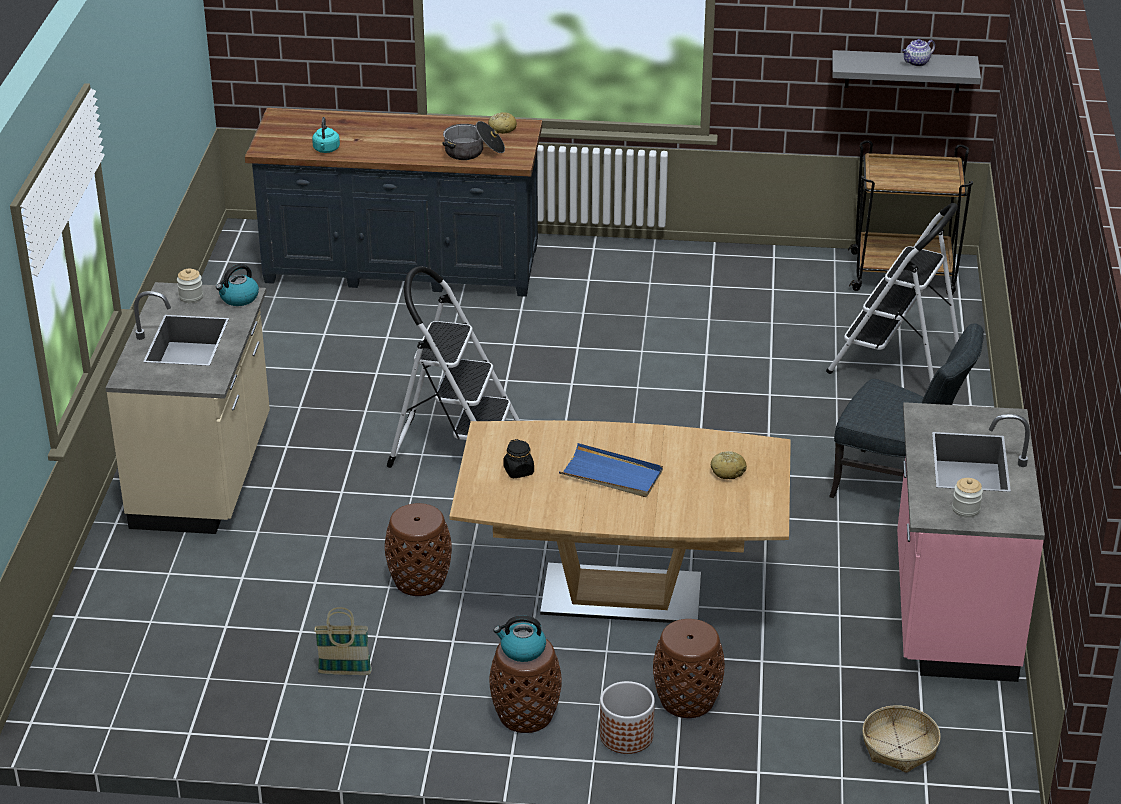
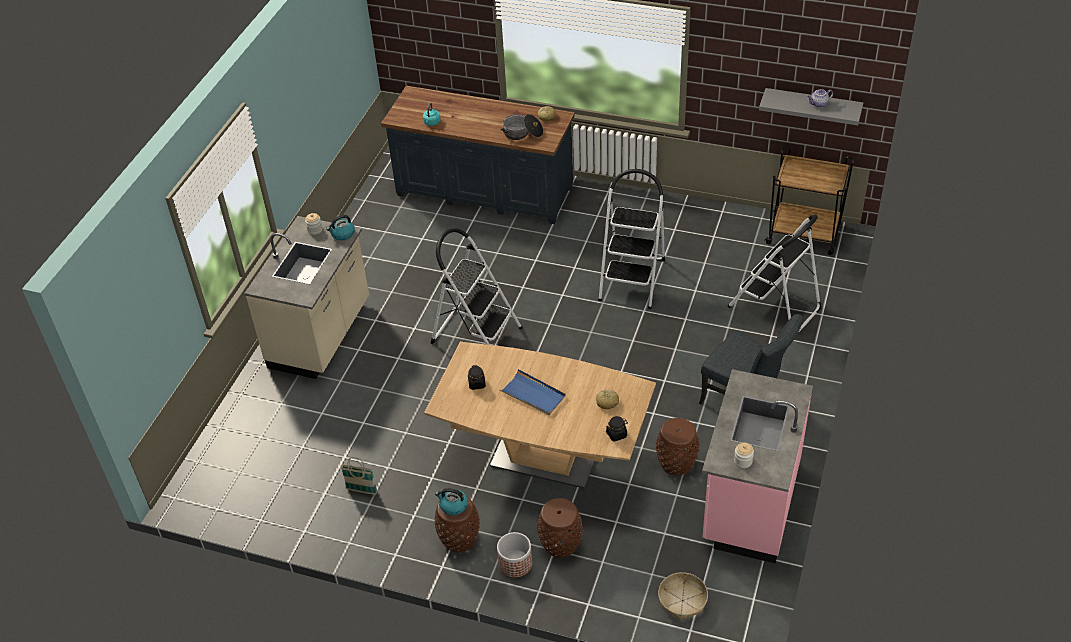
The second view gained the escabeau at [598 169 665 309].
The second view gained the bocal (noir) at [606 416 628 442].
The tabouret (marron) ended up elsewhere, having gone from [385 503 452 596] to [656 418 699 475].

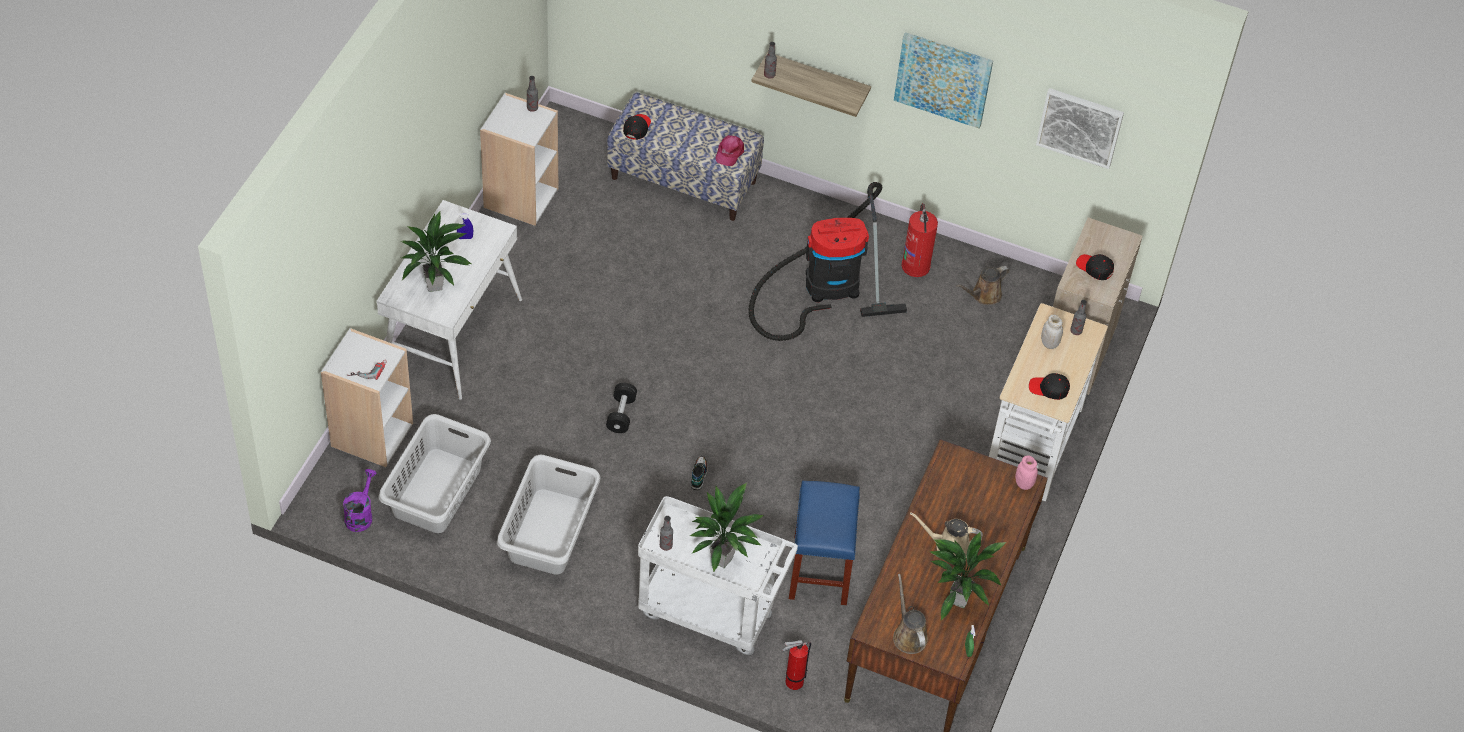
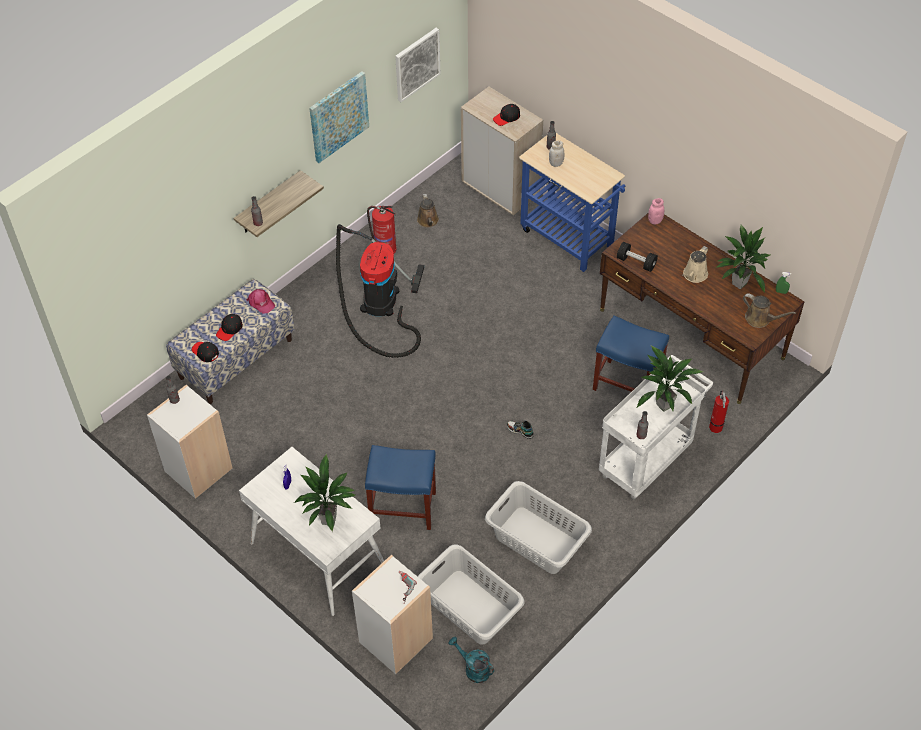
The second view gained the tabouret (bleu) at [365 445 436 530].
The haltère (noir) ended up elsewhere, having gone from [606 383 637 433] to [617 242 658 272].
The casquette (noir) ended up elsewhere, having gone from [1029 373 1070 400] to [216 314 243 341].
What was the arrosoir (violet) at [343 469 377 532] turned into the arrosoir (turquoise) at [449 637 494 683].
What was the chariot (blanc) at [989 303 1108 501] turned into the chariot (bleu) at [519 133 625 272].
The arrosoir (marron) at [893 574 928 654] ended up facing another way, 150 degrees counterclockwise from before.

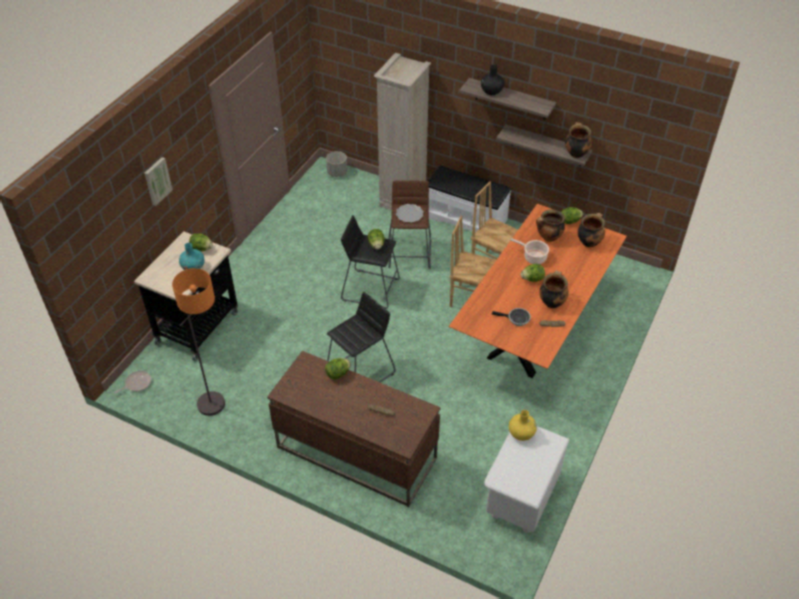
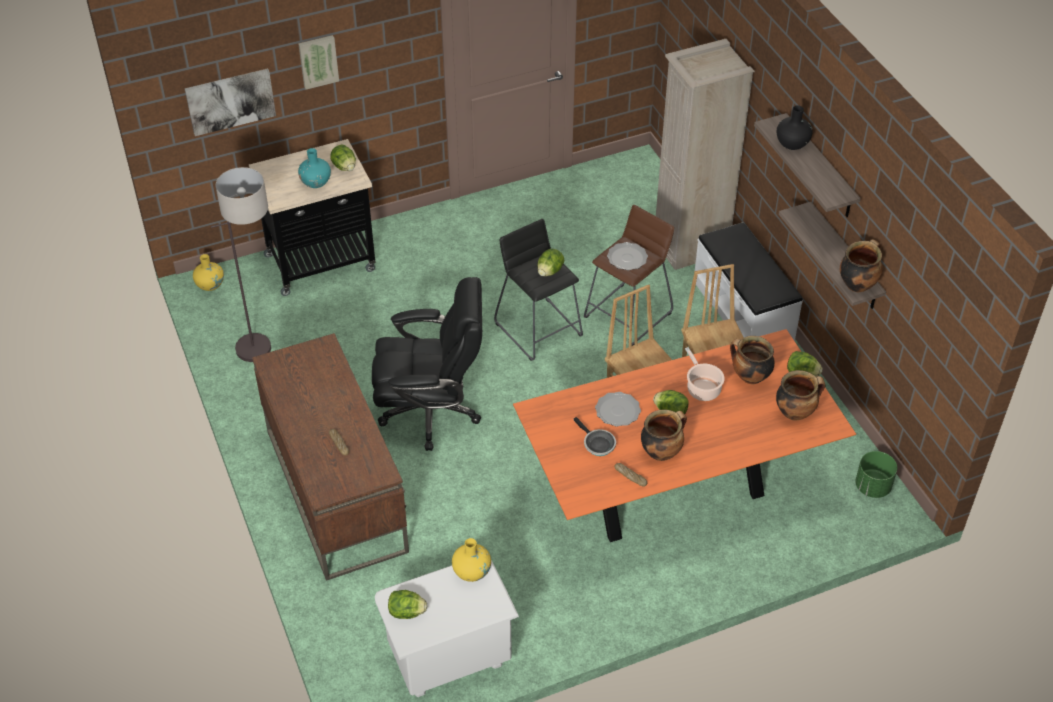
The second view lost the cache-pot (gris) at [326 151 347 177].
The second view gained the tableau at [185 68 276 136].
The second view gained the assiette at [595 392 641 427].
The second view gained the cache-pot (vert) at [855 451 897 498].
The laitue ended up elsewhere, having gone from [325 358 351 379] to [388 590 427 619].
Where the poêle stood at [114 371 151 393], the vase (jaune) came to stand at [193 254 224 291].
Where the tabouret (noir) stood at [327 292 396 383], the chaise de bureau (noir) came to stand at [372 277 482 451].
What was the lampadaire (orange) at [172 268 225 416] turned into the lampadaire (gris) at [211 167 271 362].

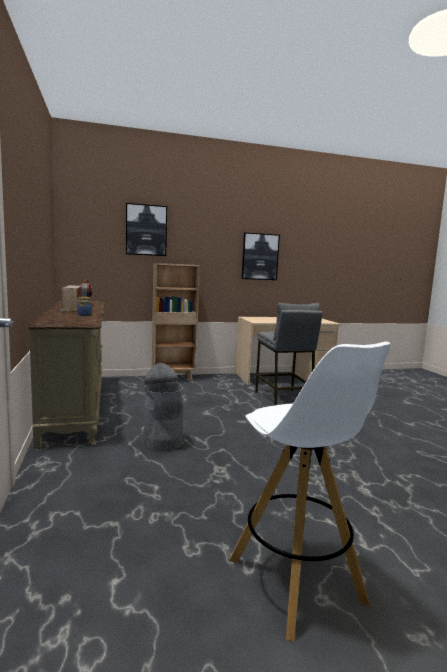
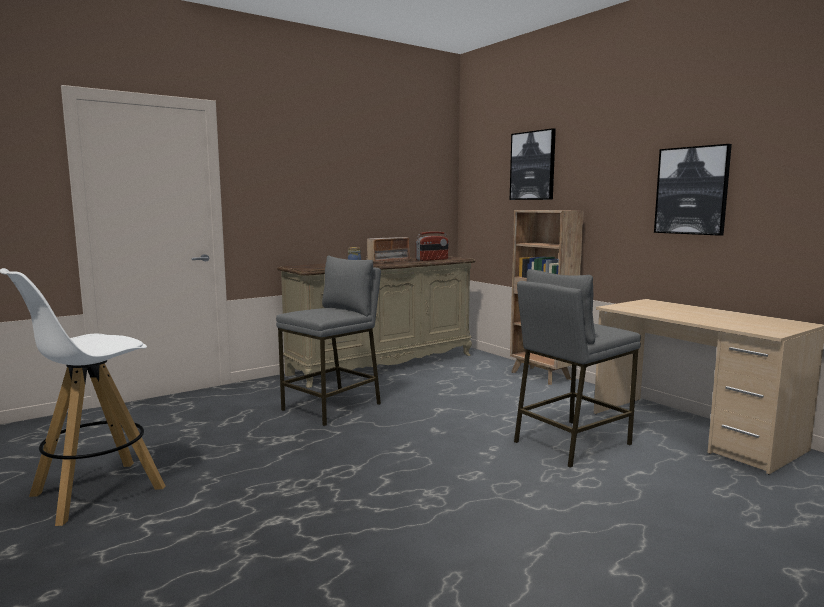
Where the poubelle (gris) stood at [144 363 184 451], the tabouret (gris) came to stand at [276 255 381 426].

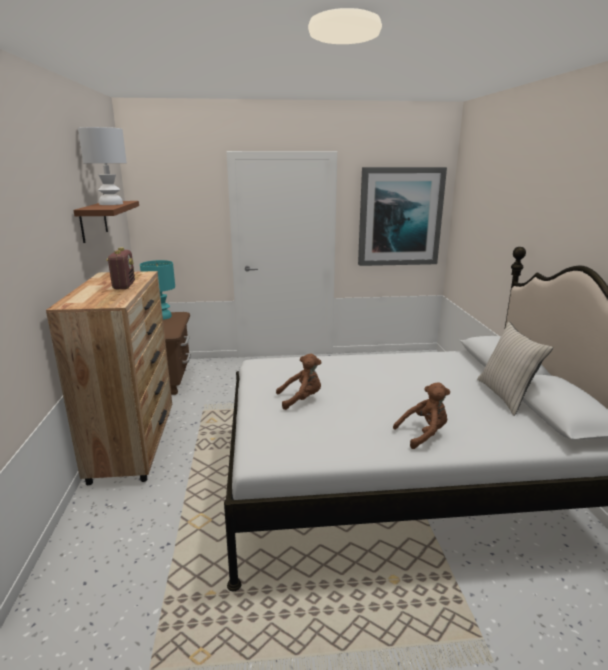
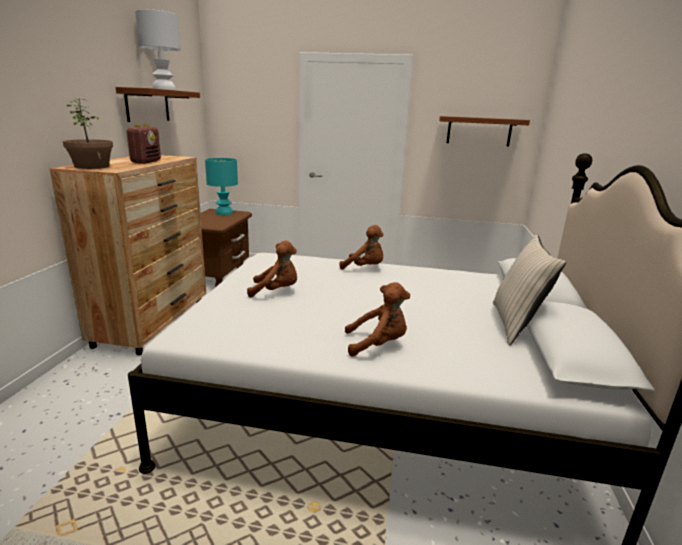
The second view gained the plante en pot at [63 98 113 169].
The second view gained the peluche (marron) at [339 225 384 270].
Where the tableau hung at [358 167 447 266], the étagère (marron) came to hang at [439 116 530 146].

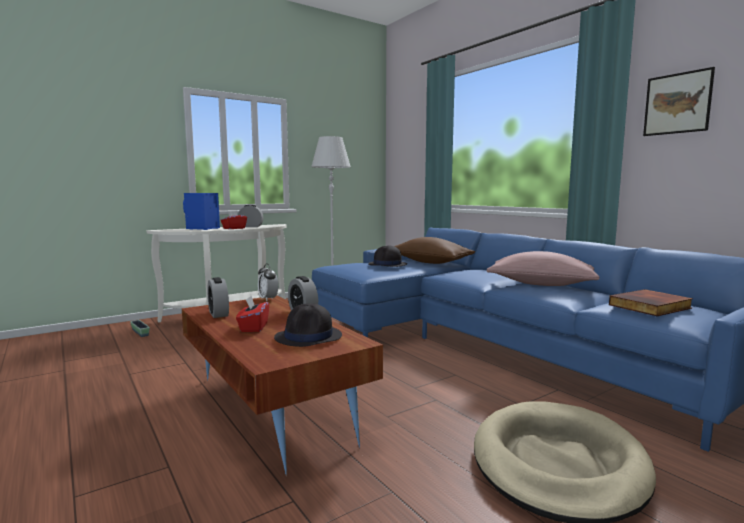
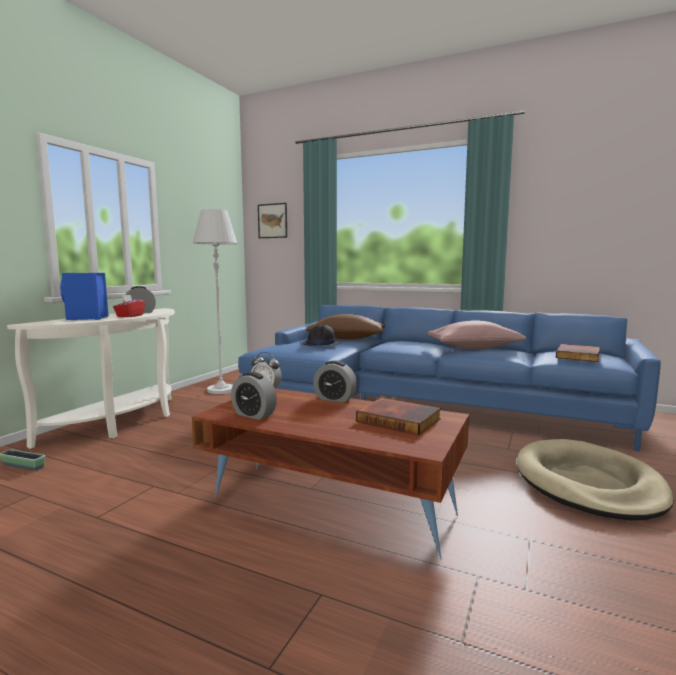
The second view lost the boîte à mouchoirs (rouge) at [236 296 269 332].
The tableau ended up elsewhere, having gone from [643 67 715 136] to [258 203 287 238].
Where the chapeau (noir) stood at [274 304 342 347], the livre came to stand at [356 398 441 435].

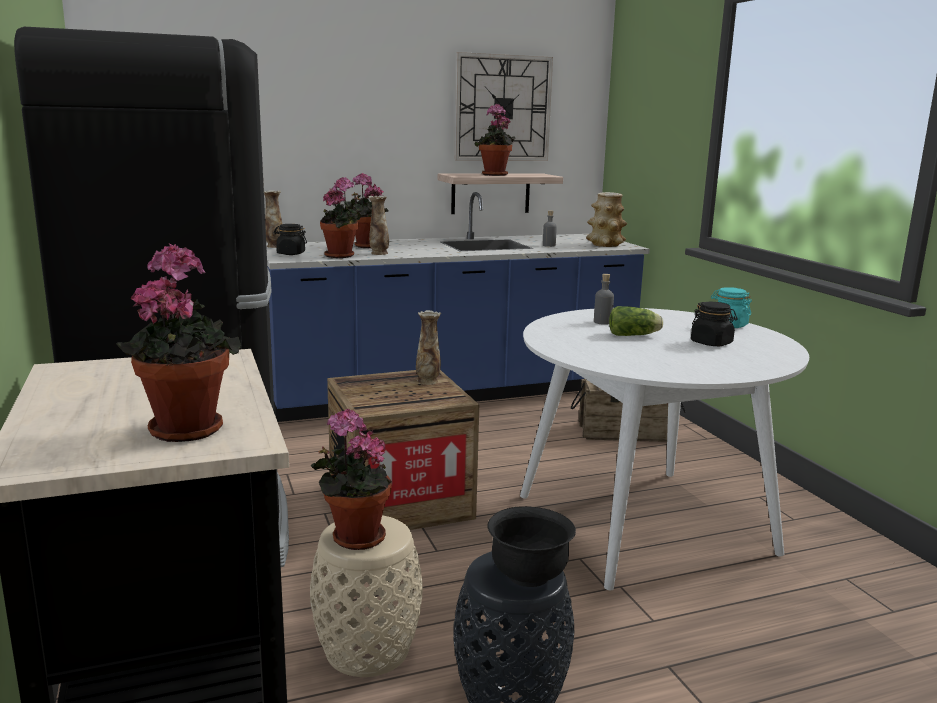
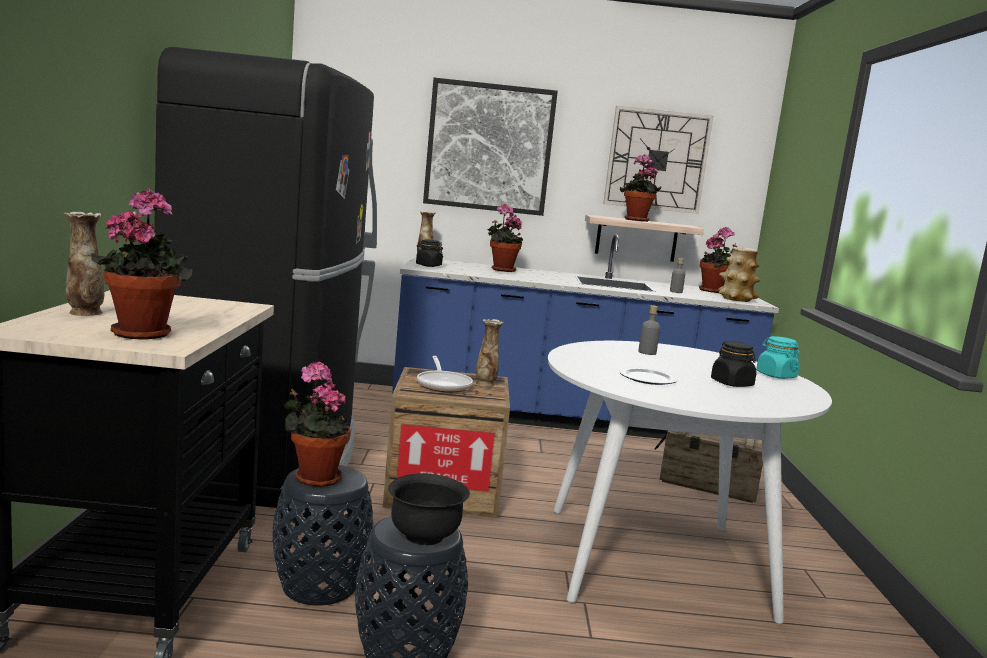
The second view lost the laitue at [609 306 663 336].
The second view gained the poêle at [417 356 473 392].
The second view gained the tableau at [423 78 558 216].
The second view gained the assiette at [619 367 677 385].
The plante en pot ended up elsewhere, having gone from [320 177 364 258] to [699 227 737 293].
The vase ended up elsewhere, having gone from [369 195 389 255] to [64 212 105 316].
What was the tabouret (beige) at [310 515 423 677] turned into the tabouret (noir) at [272 465 373 605].

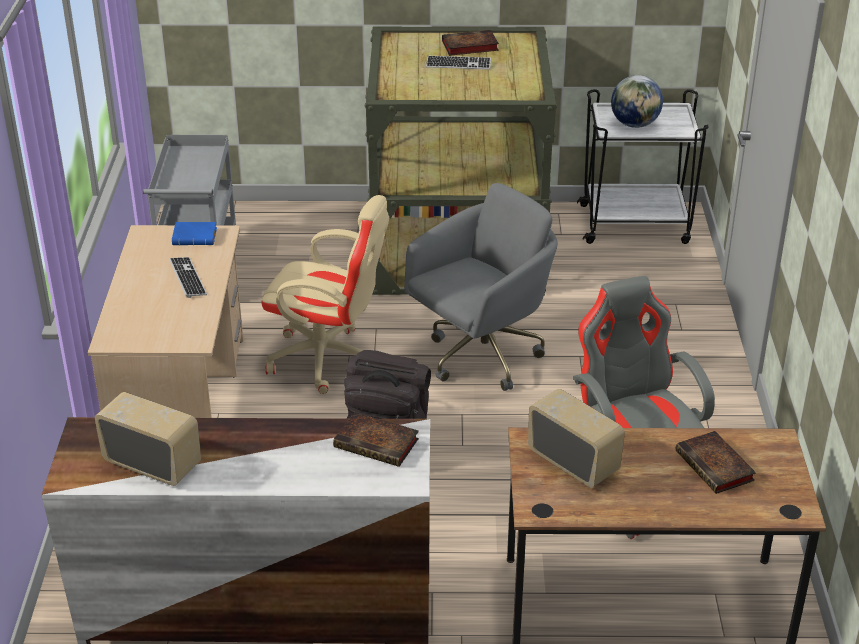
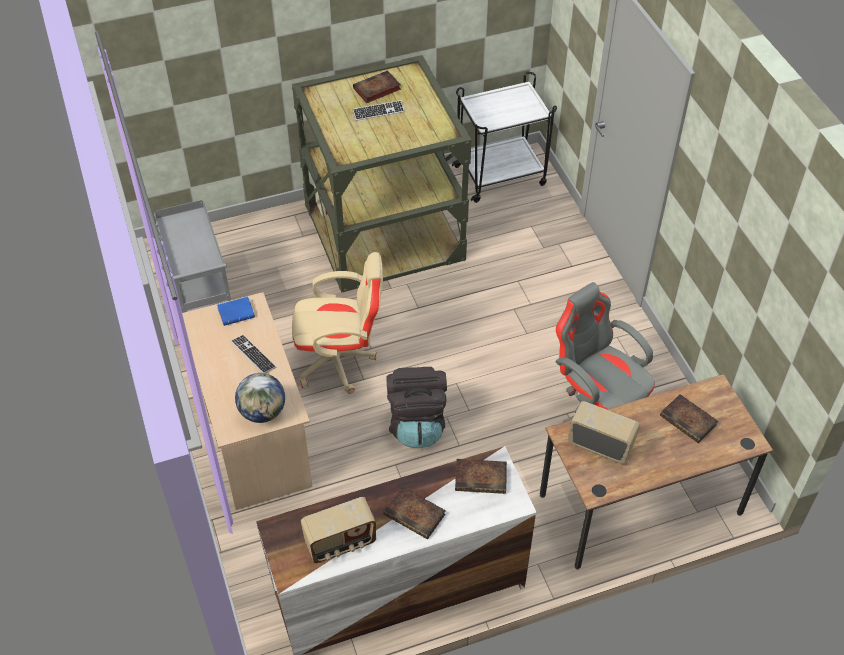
The second view lost the chaise de bureau (gris) at [404 183 558 391].
The second view gained the livre at [383 486 446 540].
The globe ended up elsewhere, having gone from [611 75 663 128] to [235 373 285 423].
The radio at [94 392 201 486] ended up facing another way, 150 degrees clockwise from before.

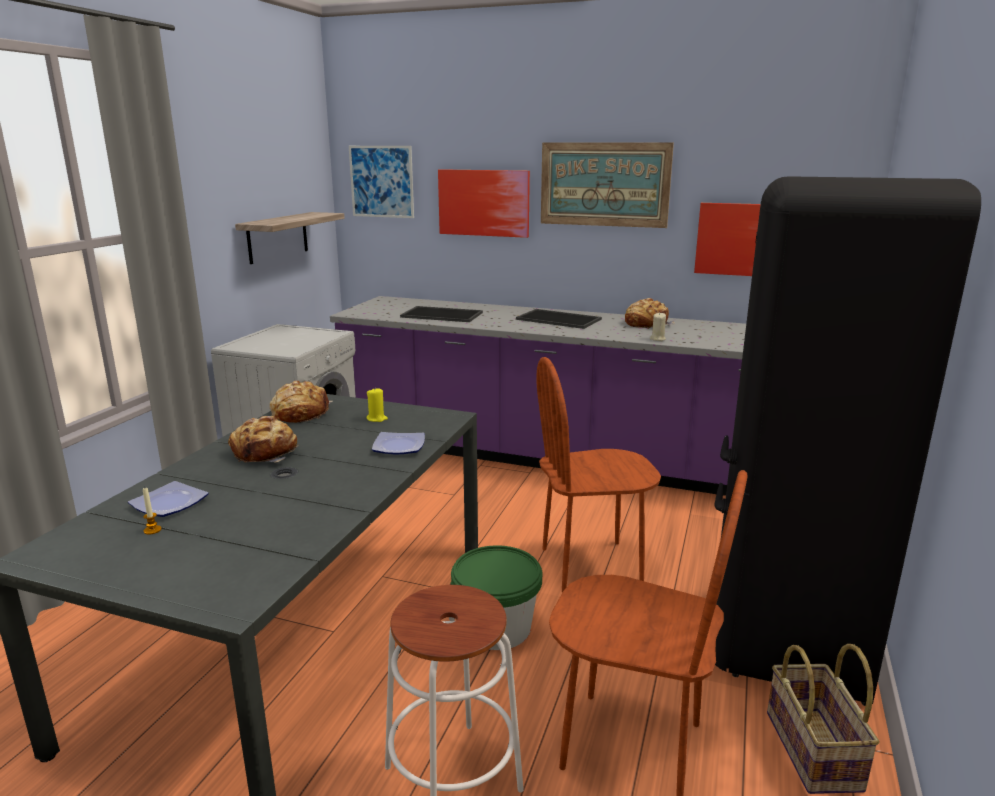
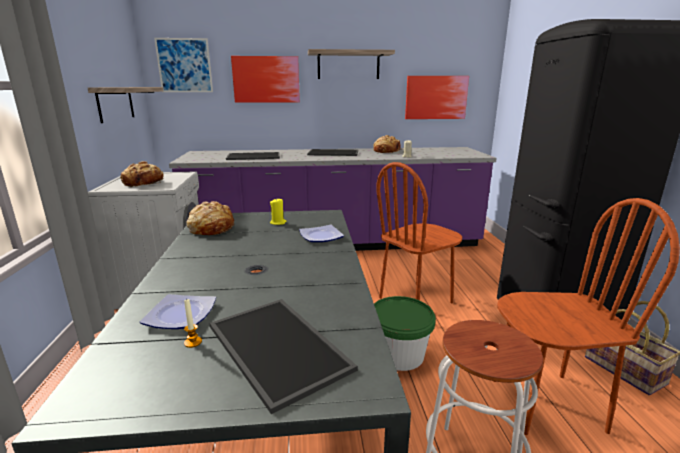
The second view gained the plateau at [209 299 358 414].
The pain ended up elsewhere, having gone from [228 416 298 462] to [120 161 164 187].
Where the tableau hung at [541 142 674 228], the étagère came to hang at [308 49 395 79].

